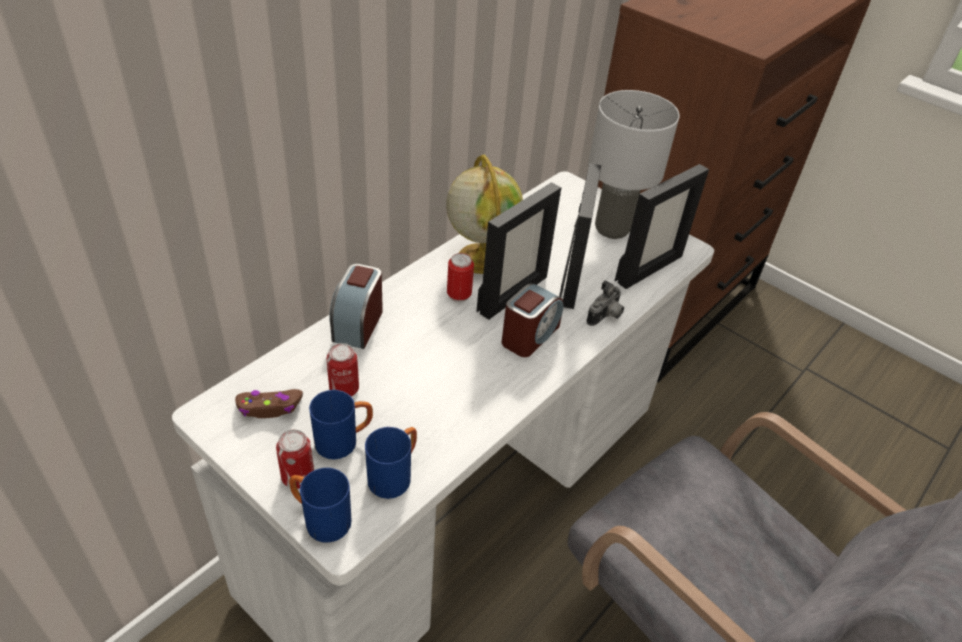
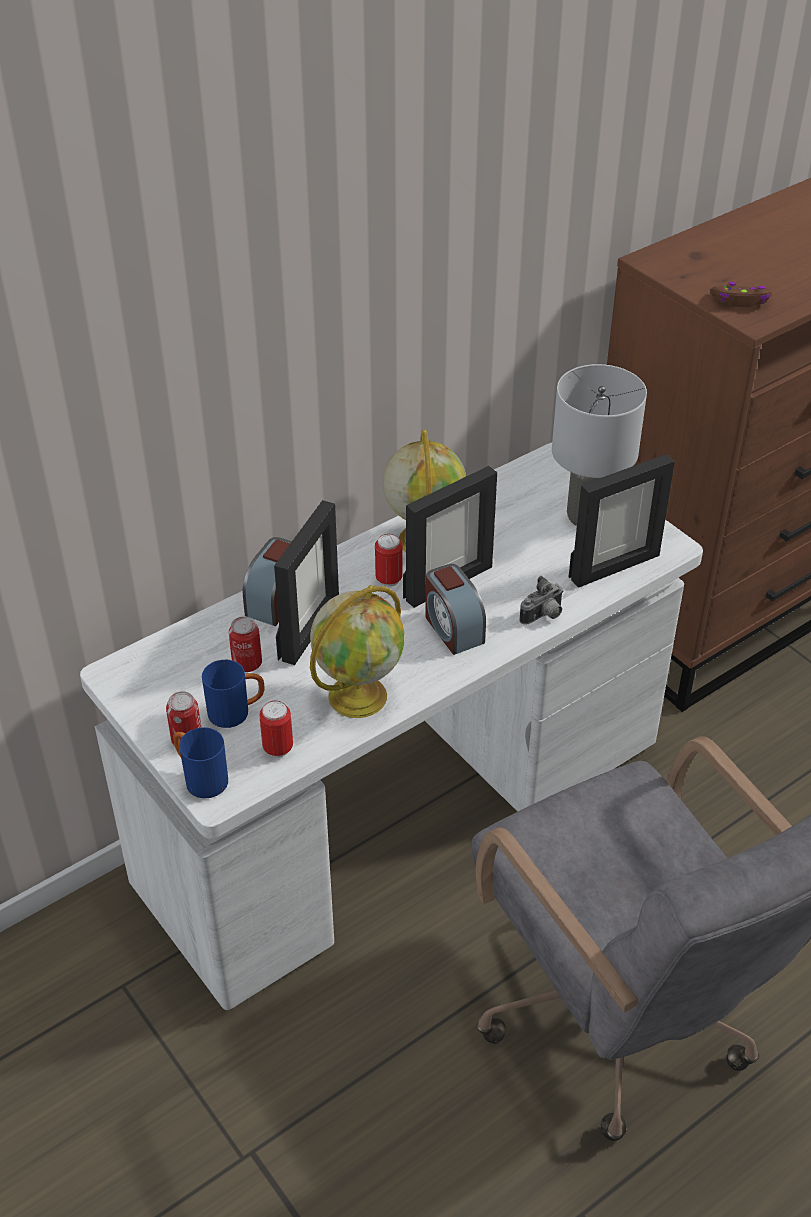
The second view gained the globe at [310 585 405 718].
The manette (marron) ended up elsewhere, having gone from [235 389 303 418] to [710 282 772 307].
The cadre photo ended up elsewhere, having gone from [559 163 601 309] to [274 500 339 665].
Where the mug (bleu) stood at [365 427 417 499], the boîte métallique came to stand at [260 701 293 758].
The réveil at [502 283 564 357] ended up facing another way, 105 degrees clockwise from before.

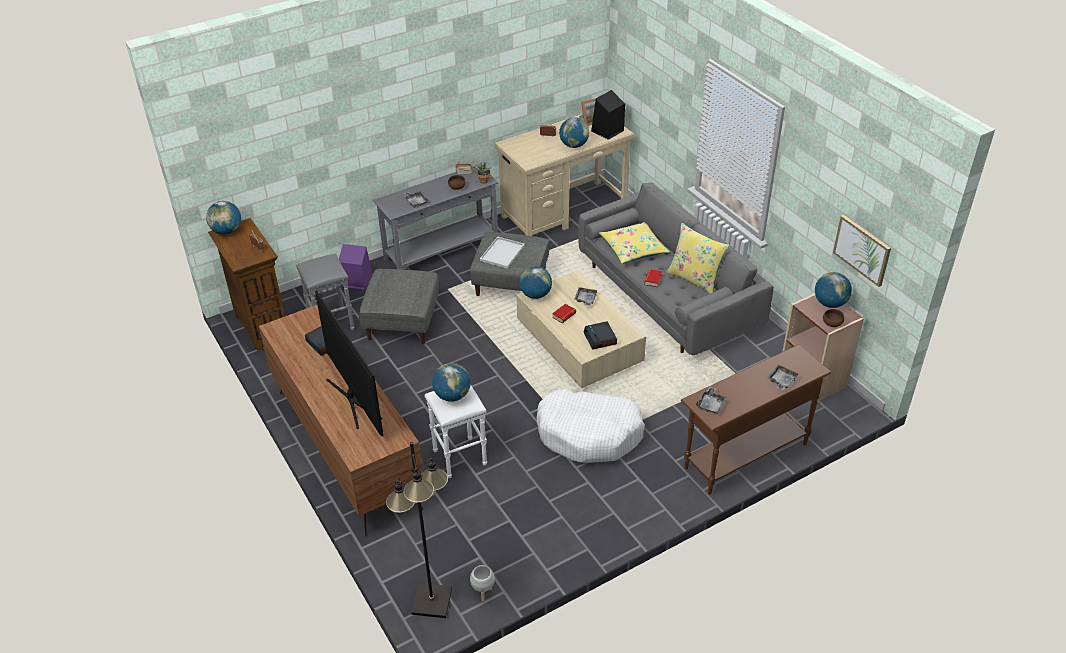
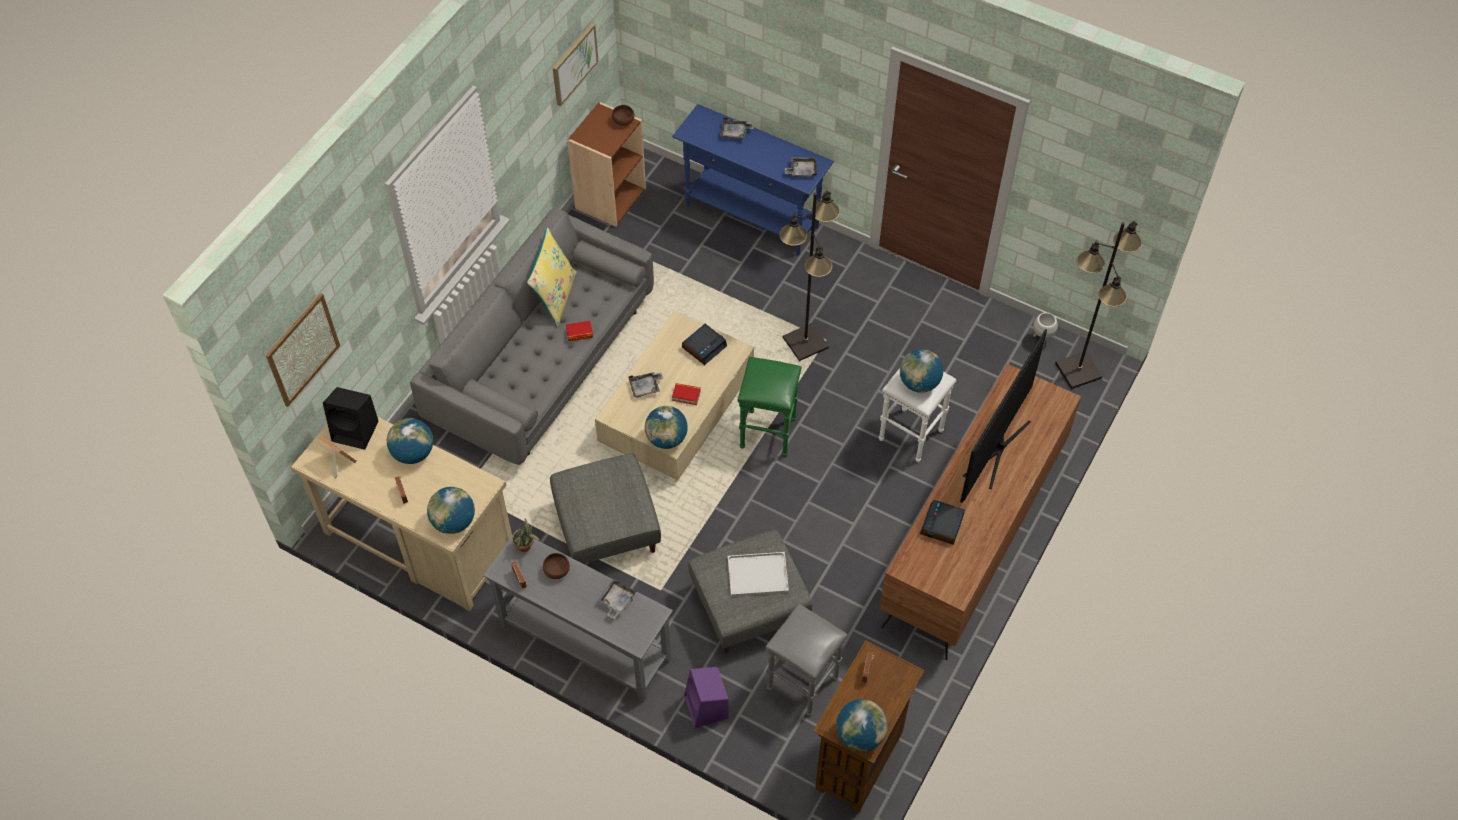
The second view lost the coussin (jaune) at [599 222 670 264].
The second view gained the tableau at [266 293 340 407].
The second view gained the tabouret (vert) at [738 357 801 457].
The plateau (blanc) ended up elsewhere, having gone from [480 237 525 269] to [728 552 789 597].
The globe ended up elsewhere, having gone from [815 272 852 308] to [427 487 475 534].
Where the panier pour chien (blanc) stood at [537 389 645 463], the lampadaire (noir) came to stand at [779 190 840 361].
What was the table console (marron) at [681 344 832 495] turned into the table console (bleu) at [672 104 834 255].

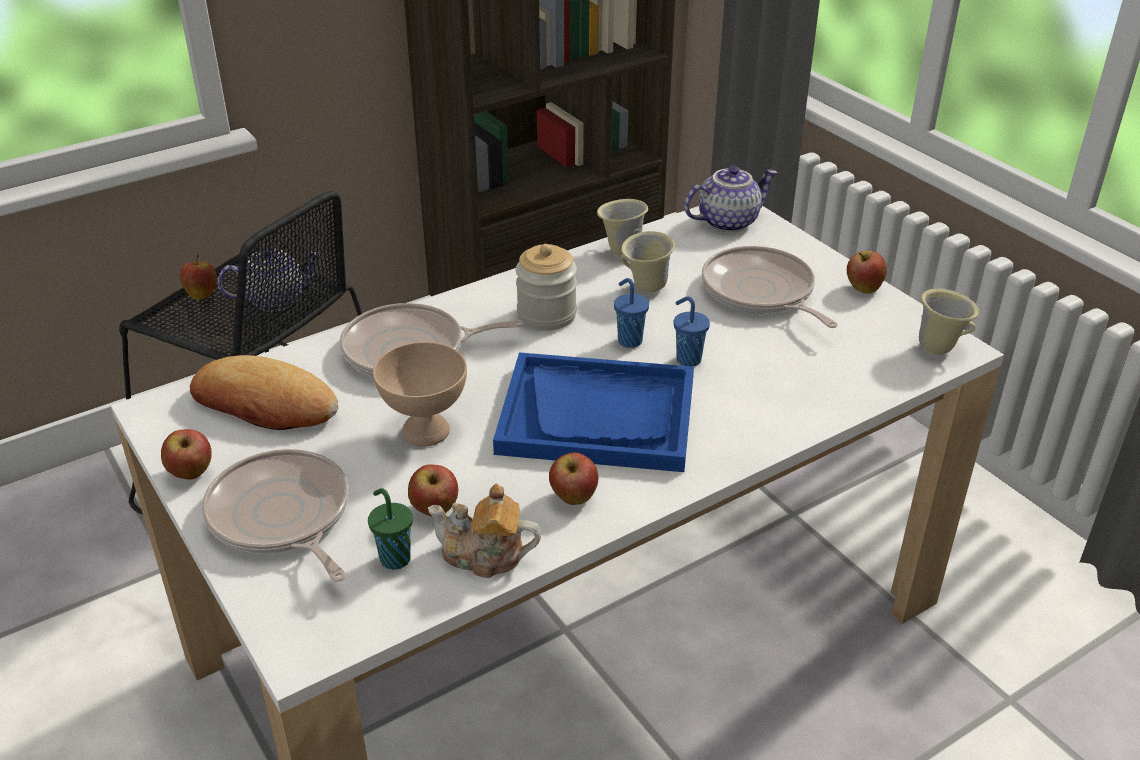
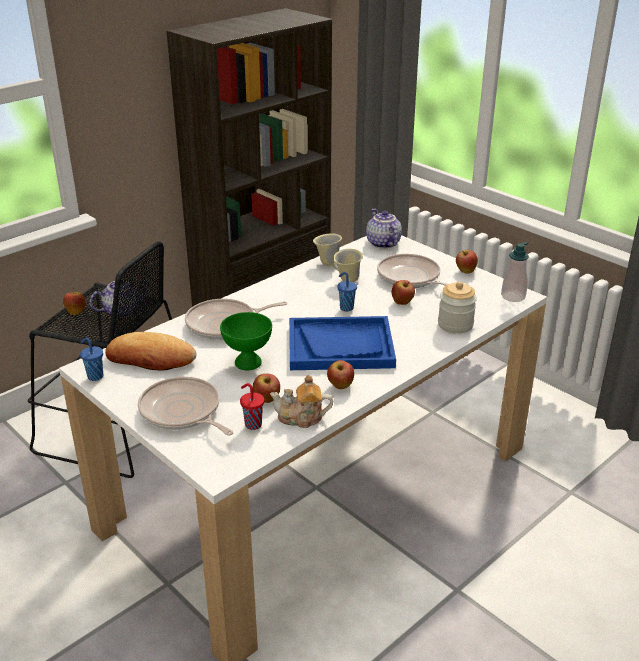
The pomme ended up elsewhere, having gone from [161 429 212 480] to [391 280 415 305].
The bocal ended up elsewhere, having gone from [516 244 577 331] to [438 282 477 334].
The tasse (bleu) ended up elsewhere, having gone from [674 296 710 367] to [80 337 103 381].
Where the mug (beige) stood at [919 289 979 355], the distributeur de savon came to stand at [501 242 529 302].
What was the tasse (vert) at [368 488 413 570] turned into the tasse (rouge) at [240 383 264 430].
What was the bol (beige) at [373 342 467 447] turned into the bol (vert) at [220 312 272 370].
The théière at [684 166 778 232] ended up facing another way, 75 degrees counterclockwise from before.

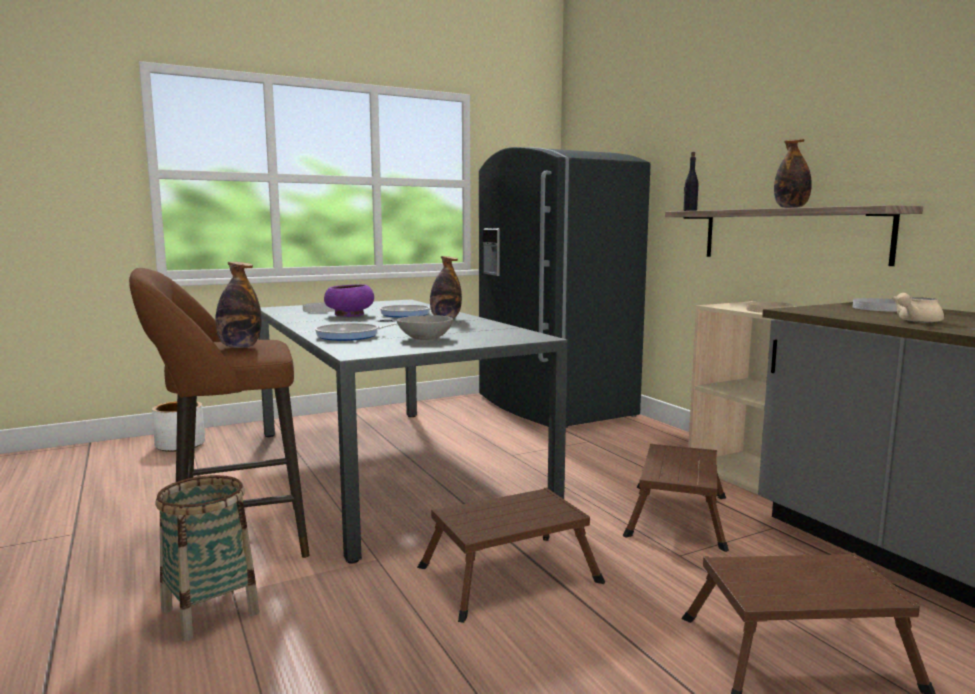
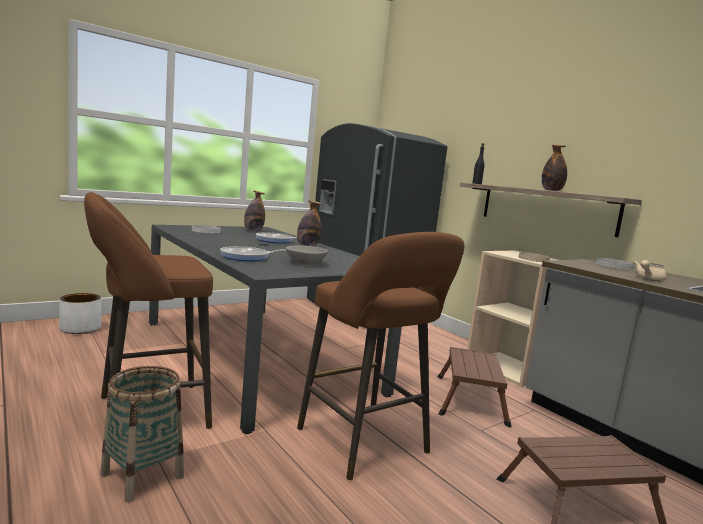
The second view lost the bol (violet) at [324 284 374 317].
The bouteille ended up elsewhere, having gone from [215 262 262 348] to [244 191 265 231].
Where the escabeau (marron) stood at [417 488 605 623], the tabouret (marron) came to stand at [297 232 465 480].

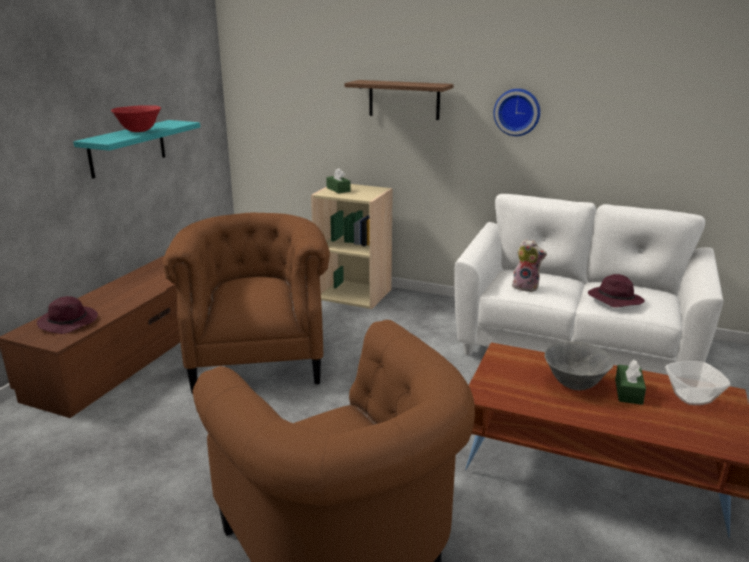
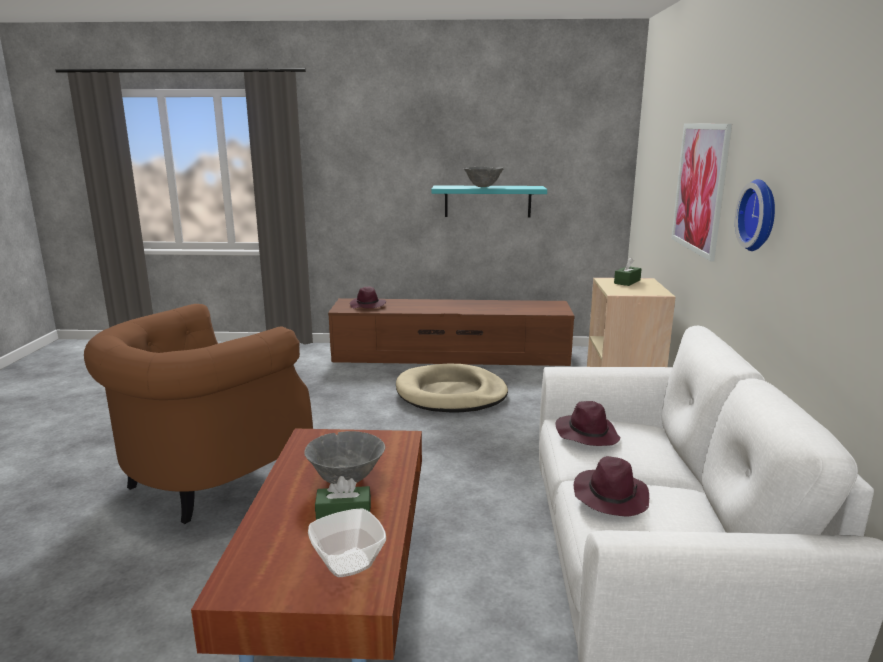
Where the fauteuil (marron) stood at [162 212 330 394], the panier pour chien (beige) came to stand at [396 364 508 412].
Where the étagère hung at [344 80 454 120], the tableau came to hang at [671 123 732 262].
Where the peluche stood at [512 239 547 292], the chapeau (violet) came to stand at [555 401 621 446].
What was the bol (rouge) at [111 105 161 132] turned into the bol (gris) at [464 167 504 187].

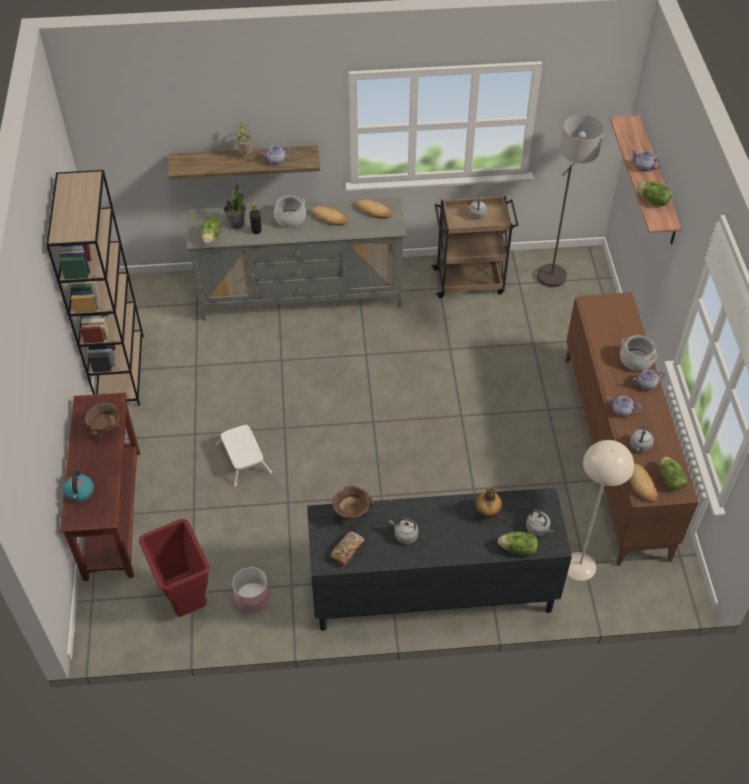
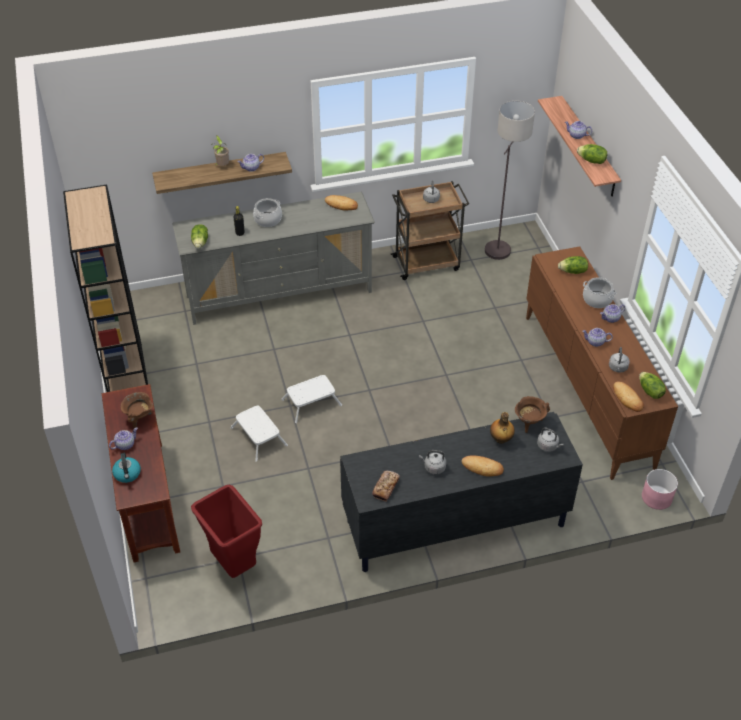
The second view lost the plante en pot at [224 182 246 229].
The second view lost the lampadaire (beige) at [567 440 634 581].
The second view gained the théière at [109 427 138 450].
The second view gained the escabeau (blanc) at [281 375 342 423].
The cache-pot (rose) ended up elsewhere, having gone from [232 567 270 613] to [642 469 678 510].
The pain ended up elsewhere, having gone from [312 206 347 225] to [462 455 504 477].
The marmite (marron) ended up elsewhere, having gone from [332 486 374 527] to [515 396 550 433].
The laitue ended up elsewhere, having gone from [498 531 538 555] to [558 256 588 274].

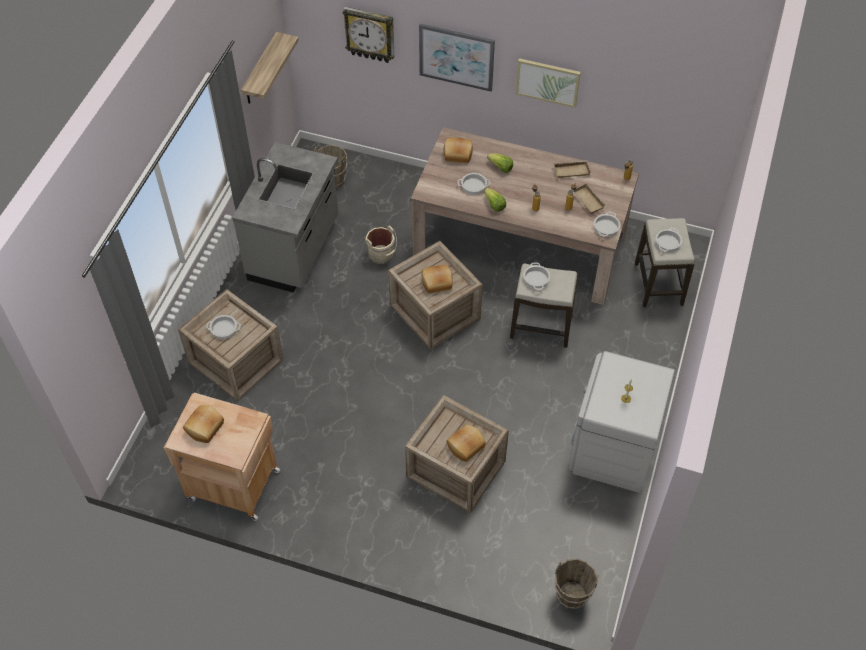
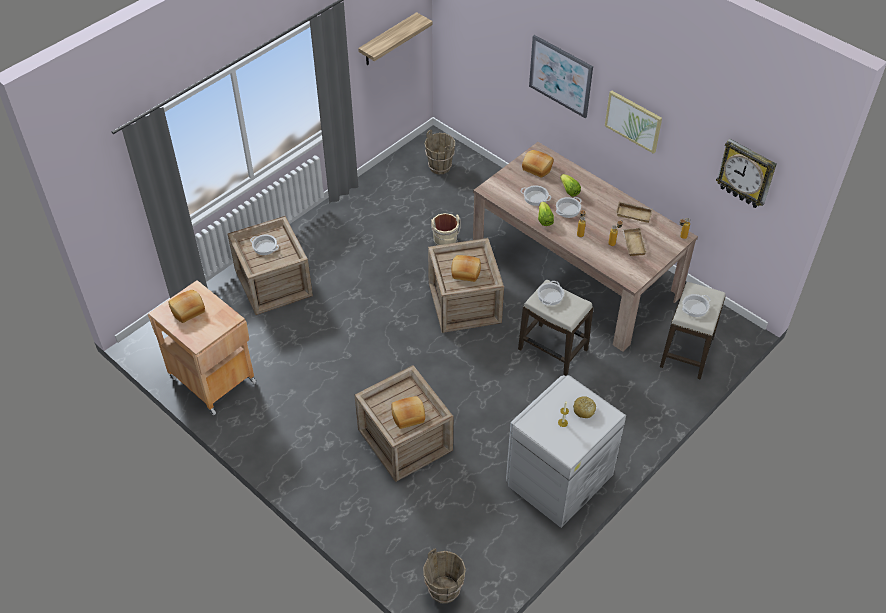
The second view lost the comptoir de cuisine (gris) at [232 142 338 293].
The second view gained the pain at [573 396 596 418].
The horloge murale ended up elsewhere, having gone from [343 7 394 63] to [716 139 776 208].
The marmite ended up elsewhere, having gone from [594 211 620 237] to [556 197 582 218].

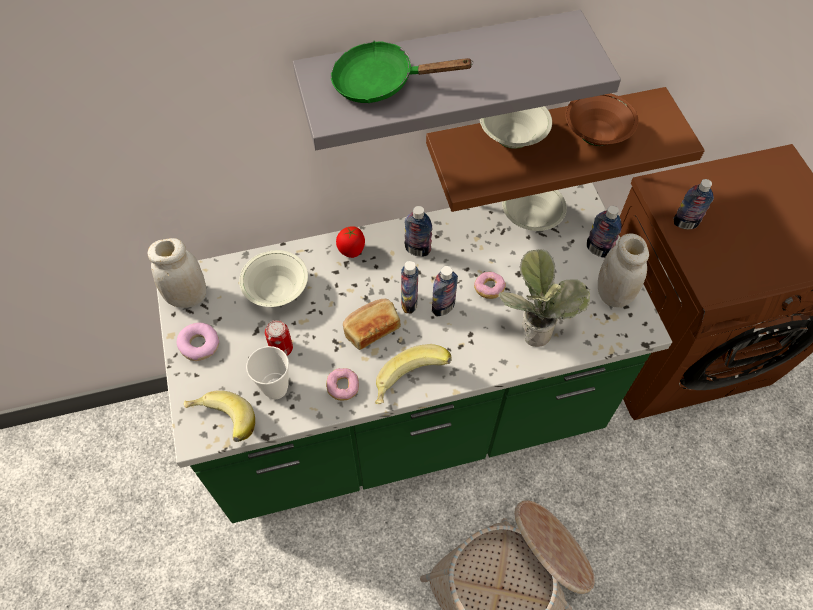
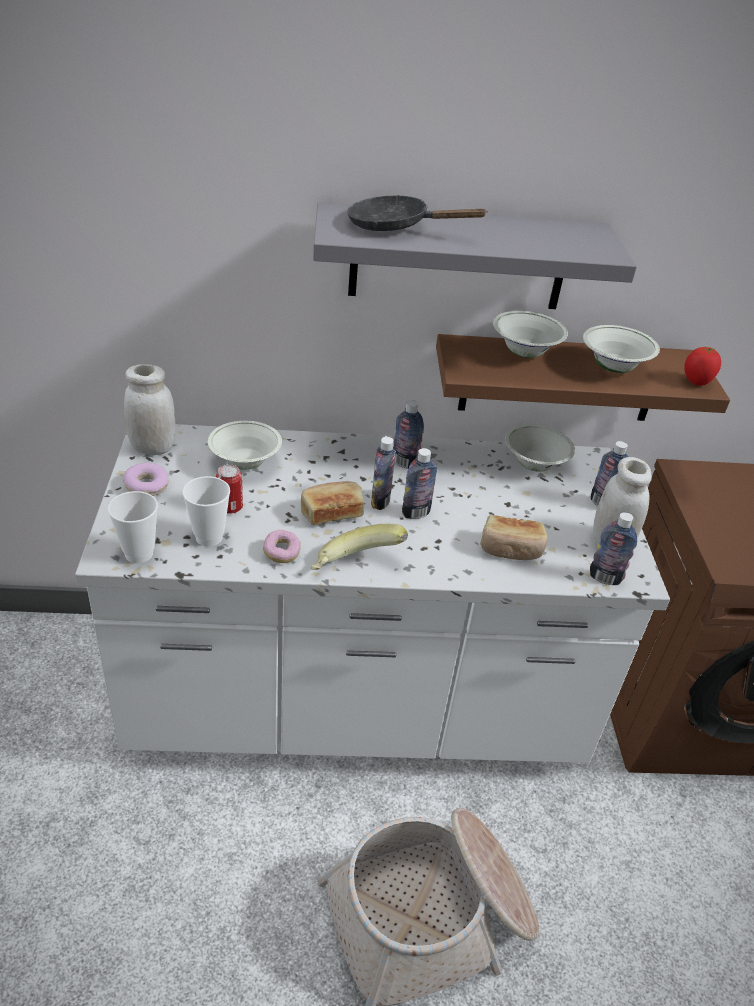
The second view lost the beignet at [474 272 506 299].
The tomate ended up elsewhere, having gone from [336 226 365 258] to [684 347 721 385].
The bouteille ended up elsewhere, having gone from [674 179 714 229] to [590 512 637 585].
Where the banane stood at [184 390 255 442], the tasse came to stand at [108 491 158 563].
Where the plante en pot stood at [499 249 590 347], the pain came to stand at [480 515 548 560].
What was the comptoir de cuisine (vert) at [156 182 672 523] turned into the comptoir de cuisine (blanc) at [75 424 670 763].
What was the poêle (vert) at [331 41 474 103] turned into the poêle (noir) at [347 195 488 231].
What was the bol (marron) at [565 93 639 146] turned into the bol (blanc) at [583 325 660 373].

